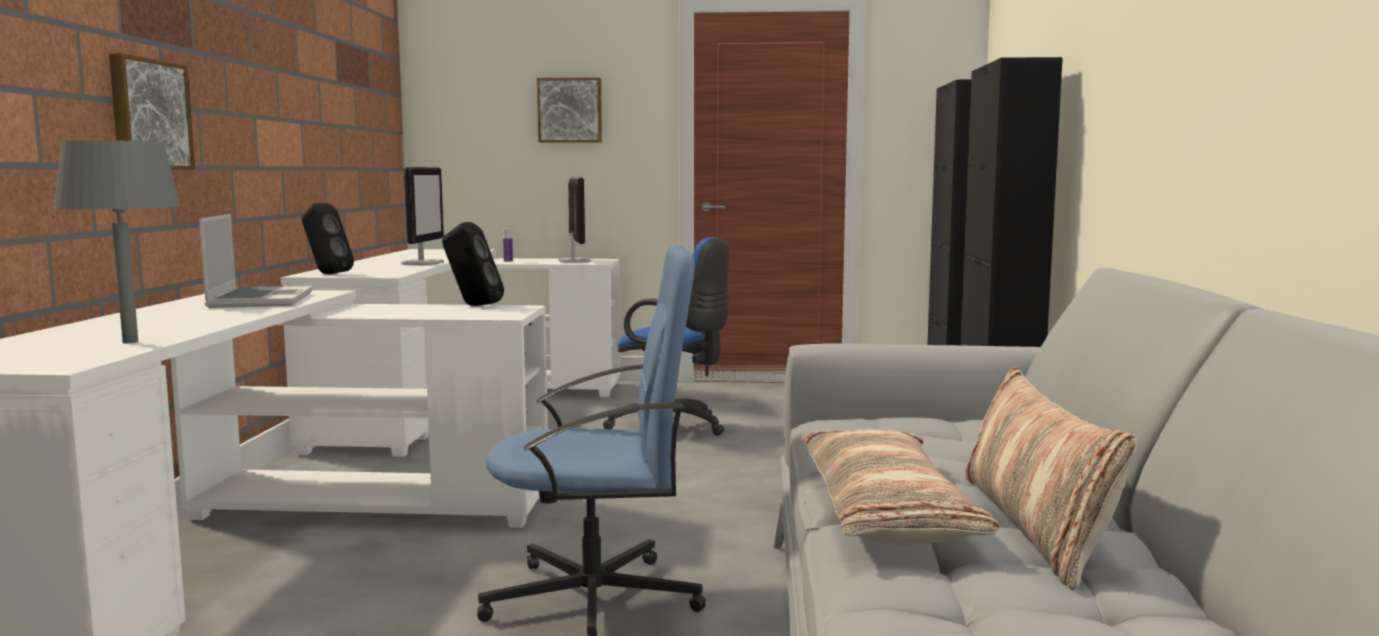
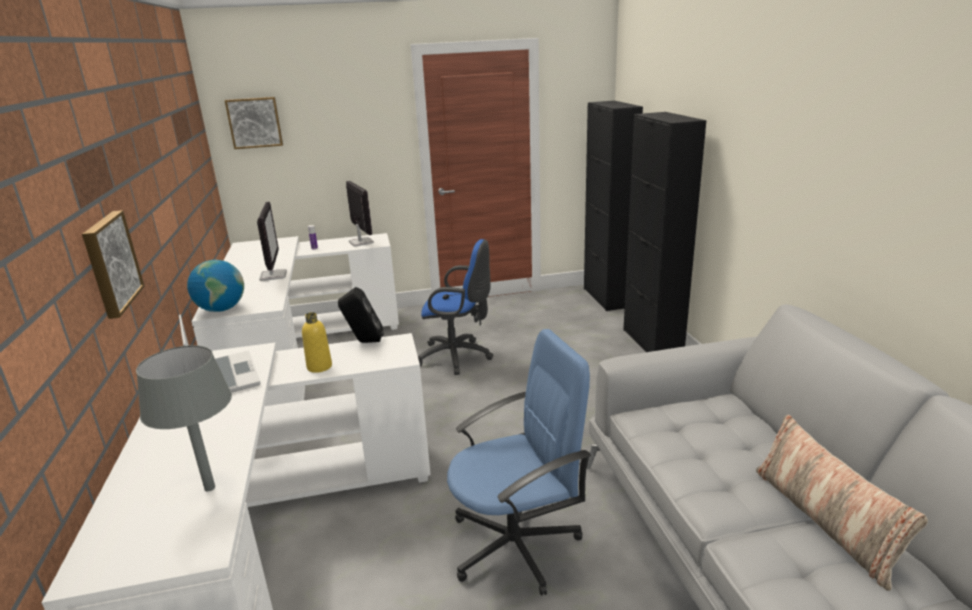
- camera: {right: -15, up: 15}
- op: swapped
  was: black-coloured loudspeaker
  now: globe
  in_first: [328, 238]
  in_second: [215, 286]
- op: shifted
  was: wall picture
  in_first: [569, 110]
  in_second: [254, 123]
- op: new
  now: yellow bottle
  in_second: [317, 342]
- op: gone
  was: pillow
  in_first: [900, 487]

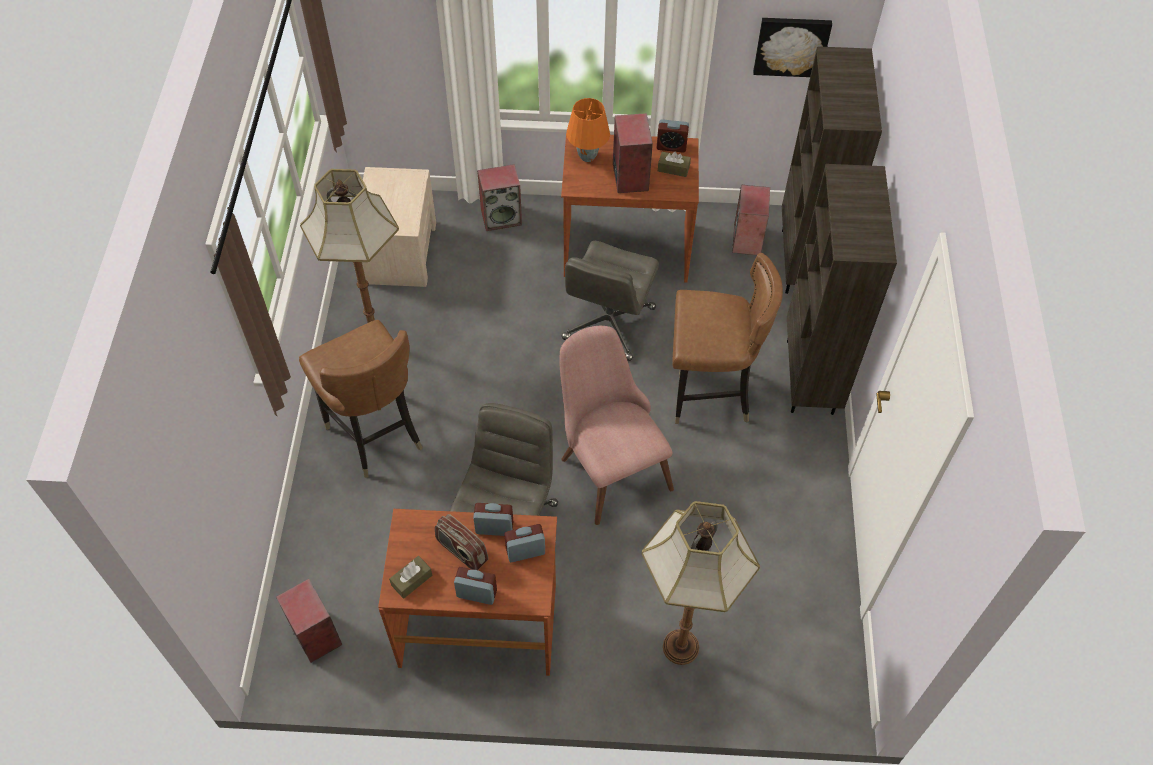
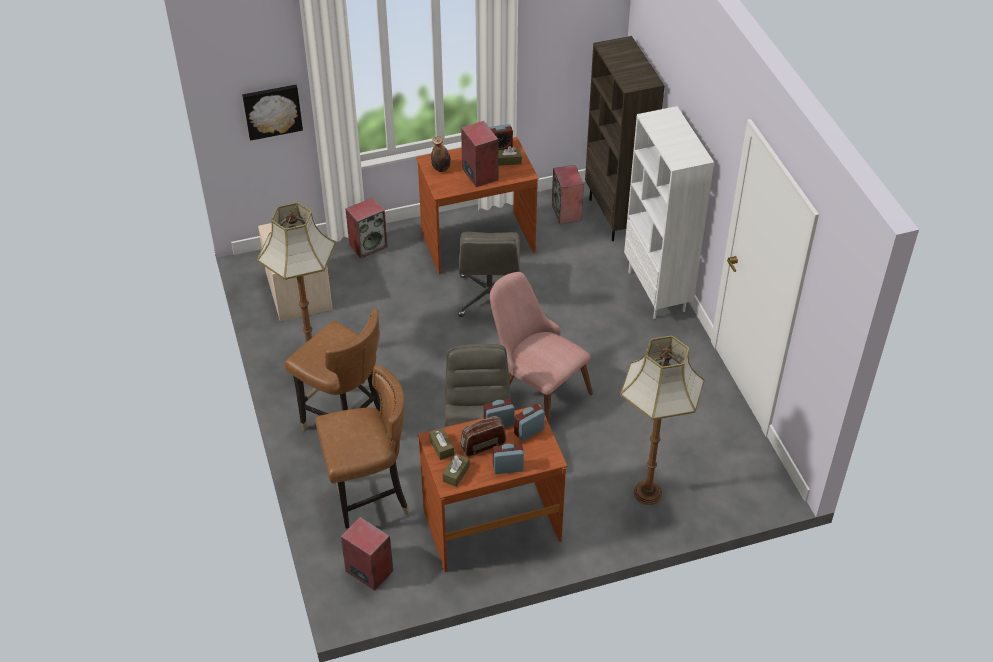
- camera: {right: -20, up: -10}
- op: shifted
  was: wall picture
  in_first: [792, 47]
  in_second: [272, 113]
- op: shifted
  was: brown-coloured upright chair
  in_first: [727, 338]
  in_second: [362, 447]
- op: new
  now: brown-coloured box of tissues
  in_second: [441, 444]
- op: swapped
  was: orange-coloured tabletop lamp
  now: bottle
  in_first: [588, 130]
  in_second: [441, 154]
- op: rotated
  was: radio
  in_first: [462, 542]
  in_second: [483, 436]
  clockwise: 135
- op: repainted
  was: brown-coloured shelving unit
  now: white shelving unit
  in_first: [842, 289]
  in_second: [669, 212]

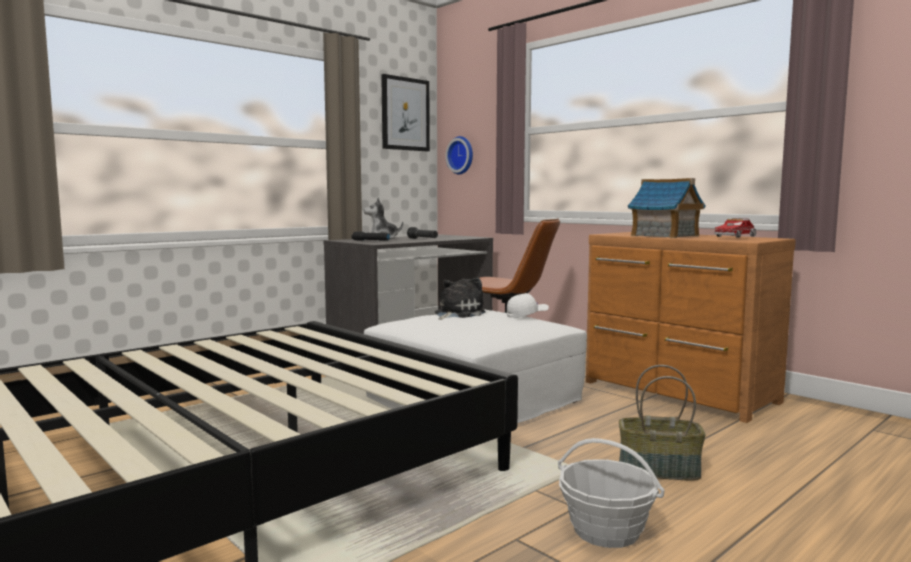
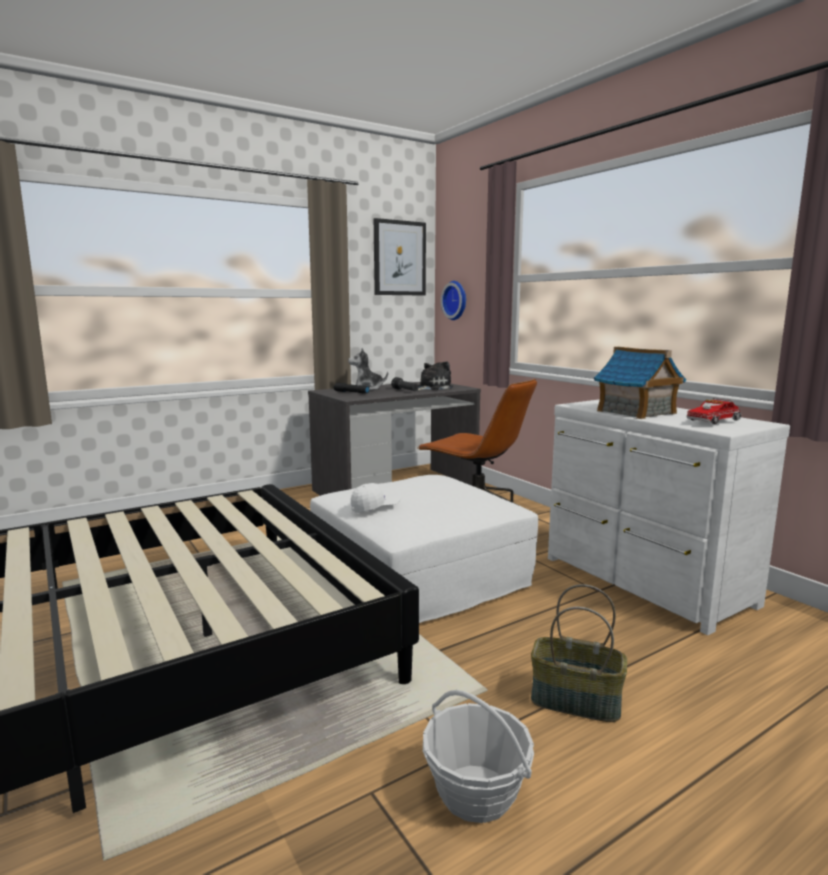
- camera: {right: 10, up: 5}
- op: shifted
  was: white peaked cap
  in_first: [528, 305]
  in_second: [376, 498]
- op: shifted
  was: soft toy
  in_first: [460, 299]
  in_second: [435, 376]
- op: repainted
  was: brown-coloured drawer chest
  now: white drawer chest
  in_first: [691, 327]
  in_second: [669, 517]

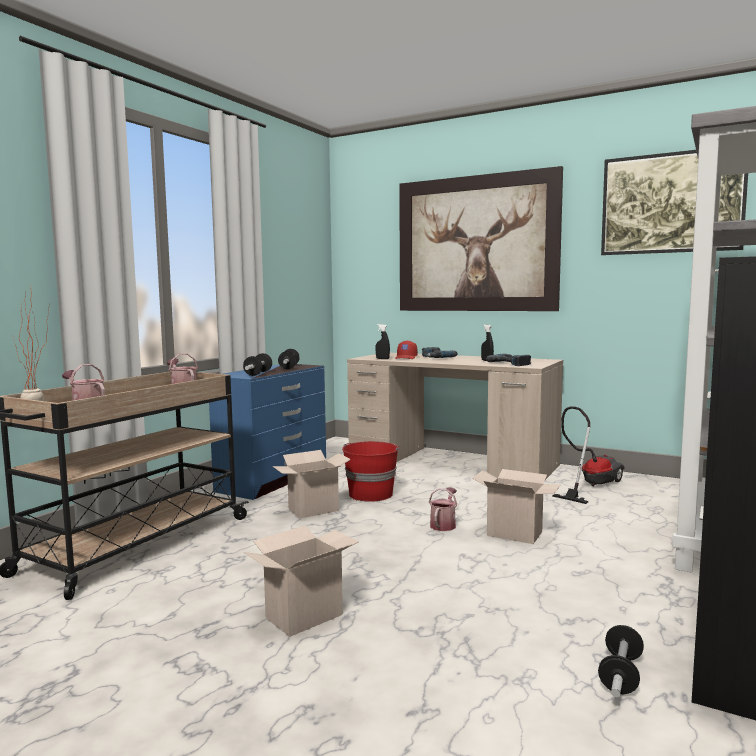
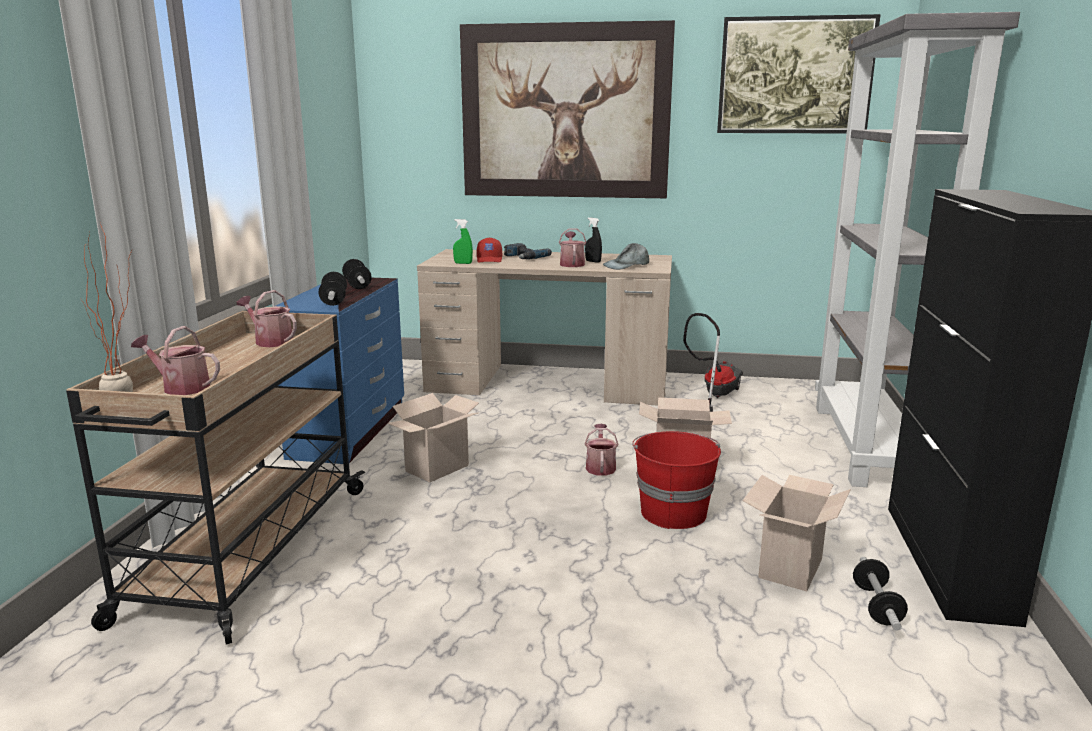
- camera: {right: -20, up: 10}
- op: repainted
  was: black-coloured spray bottle
  now: green-coloured spray bottle
  in_first: [382, 341]
  in_second: [463, 241]
- op: new
  now: watering can
  in_second: [572, 247]
- op: swapped
  was: electric drill
  now: gray peaked cap
  in_first: [508, 360]
  in_second: [626, 256]
- op: shifted
  was: red-coloured pail
  in_first: [371, 471]
  in_second: [676, 480]
- op: shifted
  was: carton
  in_first: [301, 581]
  in_second: [797, 533]

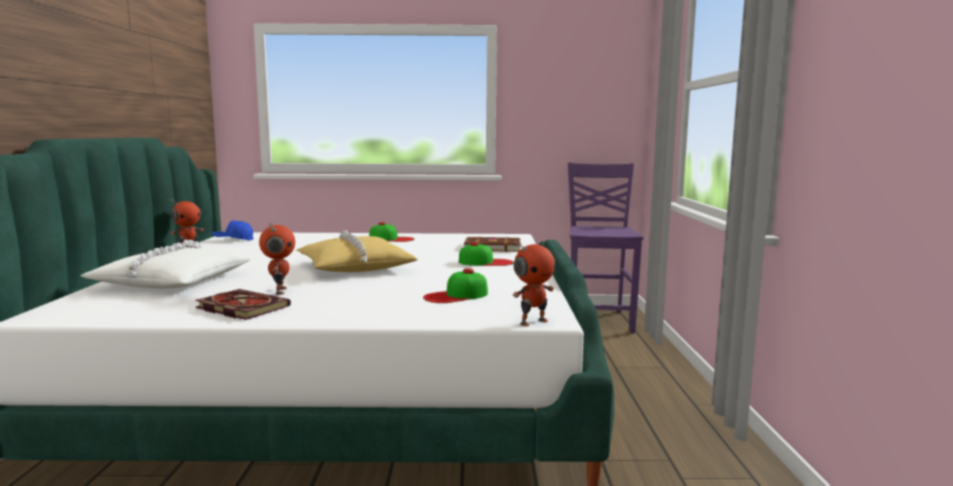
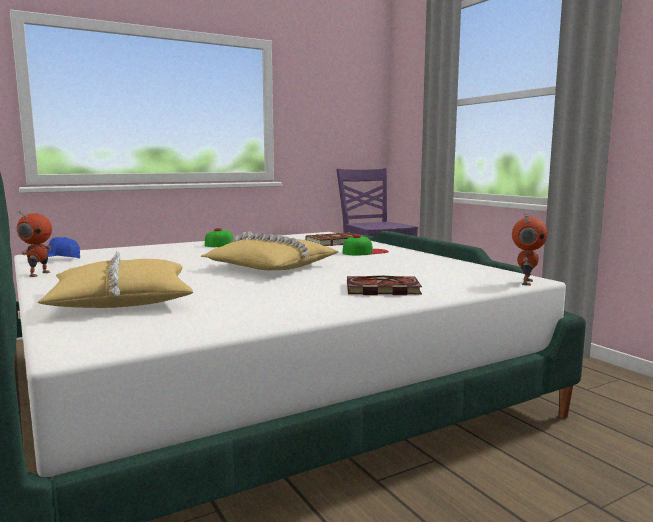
- camera: {right: -30, up: 0}
- op: repainted
  was: white pillow
  now: yellow pillow
  in_first: [166, 264]
  in_second: [115, 279]
- op: shifted
  was: volume
  in_first: [243, 304]
  in_second: [384, 285]
- op: gone
  was: robot figure
  in_first: [277, 259]
- op: gone
  was: peaked cap
  in_first: [455, 285]

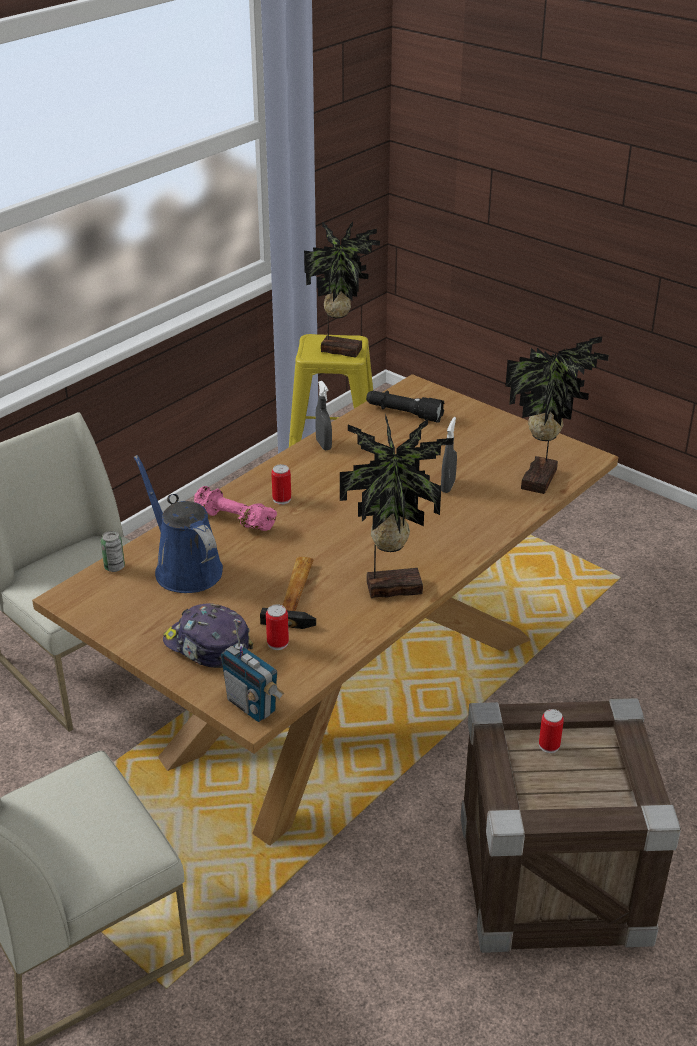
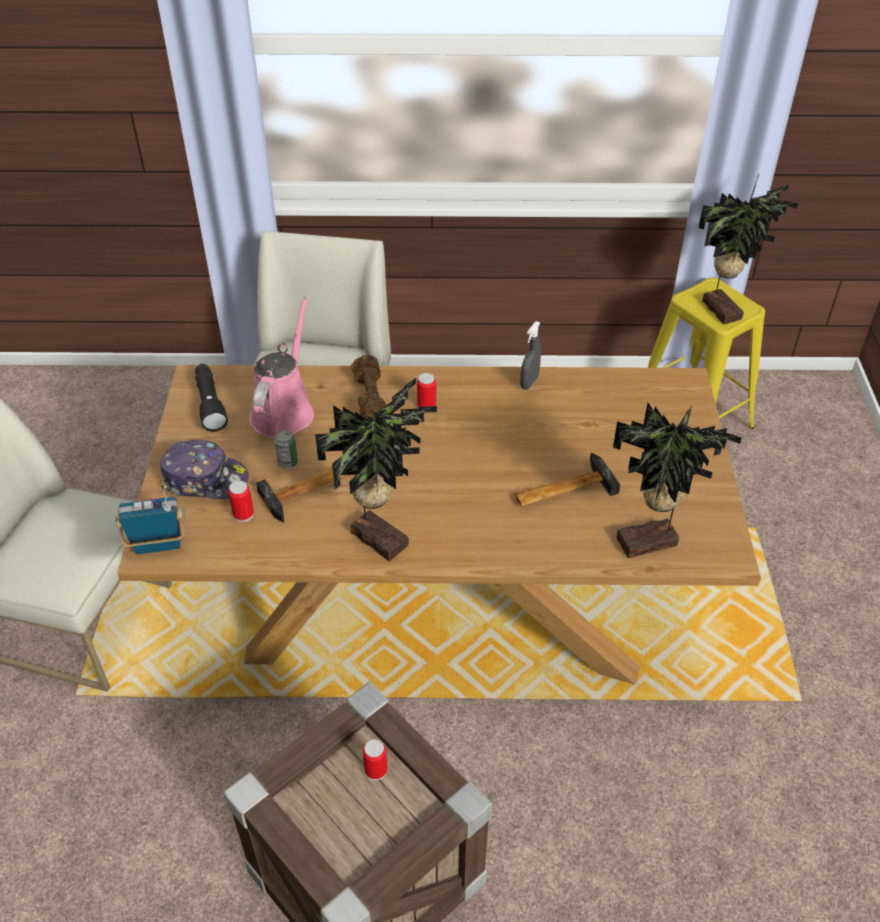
- camera: {right: 50, up: 10}
- op: rotated
  was: radio
  in_first: [252, 670]
  in_second: [150, 520]
  clockwise: 75
- op: rotated
  was: peaked cap
  in_first: [208, 635]
  in_second: [204, 469]
  clockwise: 105
- op: shifted
  was: black-coloured hand torch
  in_first: [405, 406]
  in_second: [211, 398]
- op: repainted
  was: blue-coloured watering can
  now: pink-coloured watering can
  in_first: [178, 524]
  in_second: [281, 367]
- op: shifted
  was: metal can
  in_first: [113, 551]
  in_second: [286, 449]
- op: repainted
  was: pink-coloured dumbbell
  now: brown-coloured dumbbell
  in_first: [235, 508]
  in_second: [368, 387]
- op: swapped
  was: gray spray bottle
  now: tool hammer
  in_first: [449, 455]
  in_second: [567, 479]

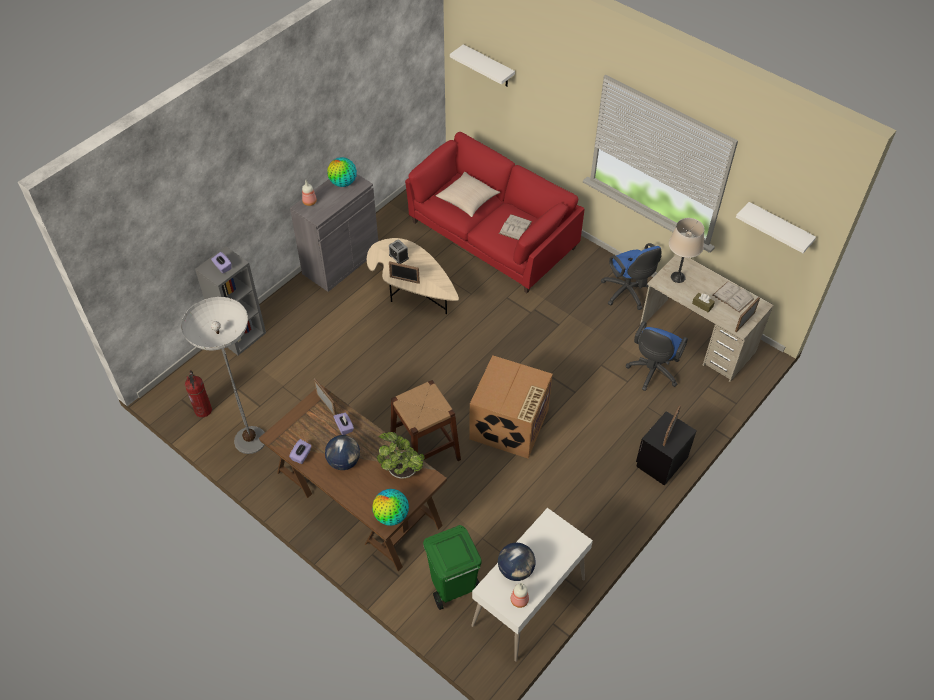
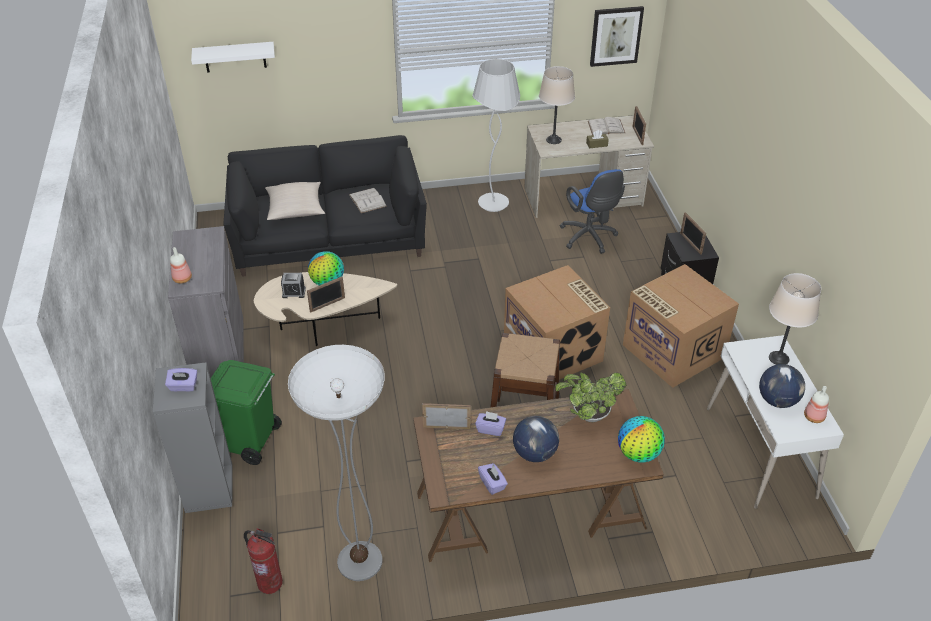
- camera: {right: -50, up: -10}
- op: shifted
  was: green-coloured waste bin
  in_first: [452, 567]
  in_second: [246, 412]
- op: repainted
  was: red-coloured settee
  now: black-coloured settee
  in_first: [495, 212]
  in_second: [325, 206]
- op: shifted
  was: globe
  in_first: [342, 172]
  in_second: [326, 268]
- op: swapped
  was: blue-coloured desk chair
  now: white standard lamp
  in_first: [631, 276]
  in_second: [496, 135]
- op: swapped
  was: white wall shelf
  now: wall picture
  in_first: [776, 227]
  in_second: [617, 36]
- op: new
  now: carton
  in_second: [681, 326]
- op: new
  now: sand-coloured tabletop lamp
  in_second: [795, 319]

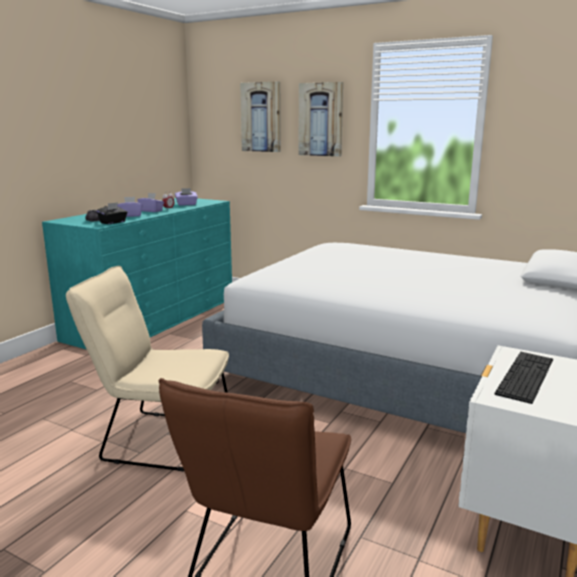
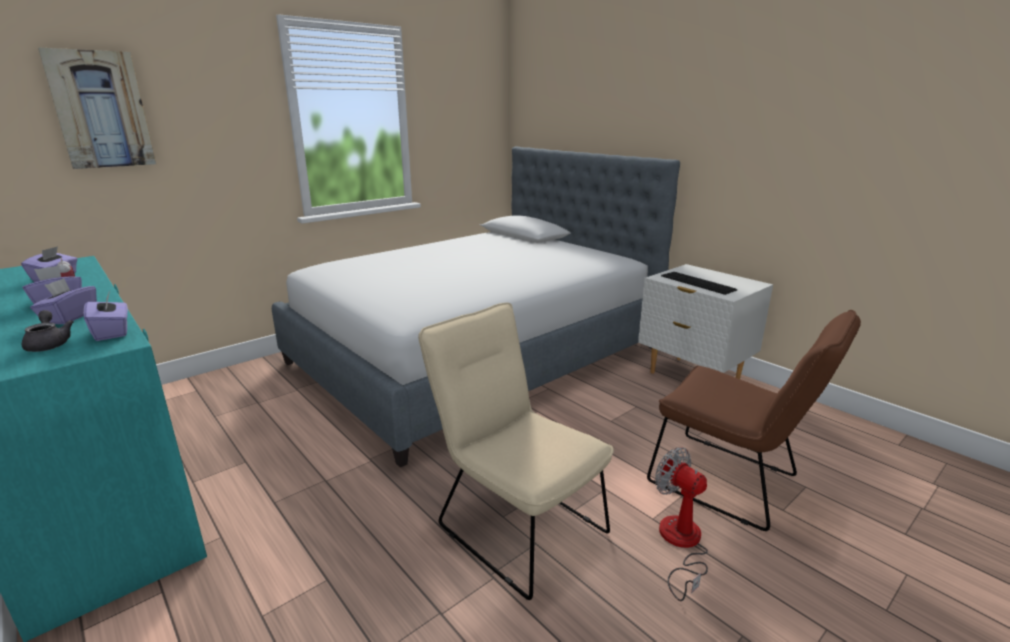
- camera: {right: -70, up: 5}
- op: repainted
  was: black-coloured box of tissues
  now: purple box of tissues
  in_first: [112, 213]
  in_second: [106, 316]
- op: rotated
  was: sand-coloured upright chair
  in_first: [147, 368]
  in_second: [516, 451]
  clockwise: 105
- op: new
  now: electric fan
  in_second: [681, 524]
- op: gone
  was: wall picture
  in_first: [320, 119]

